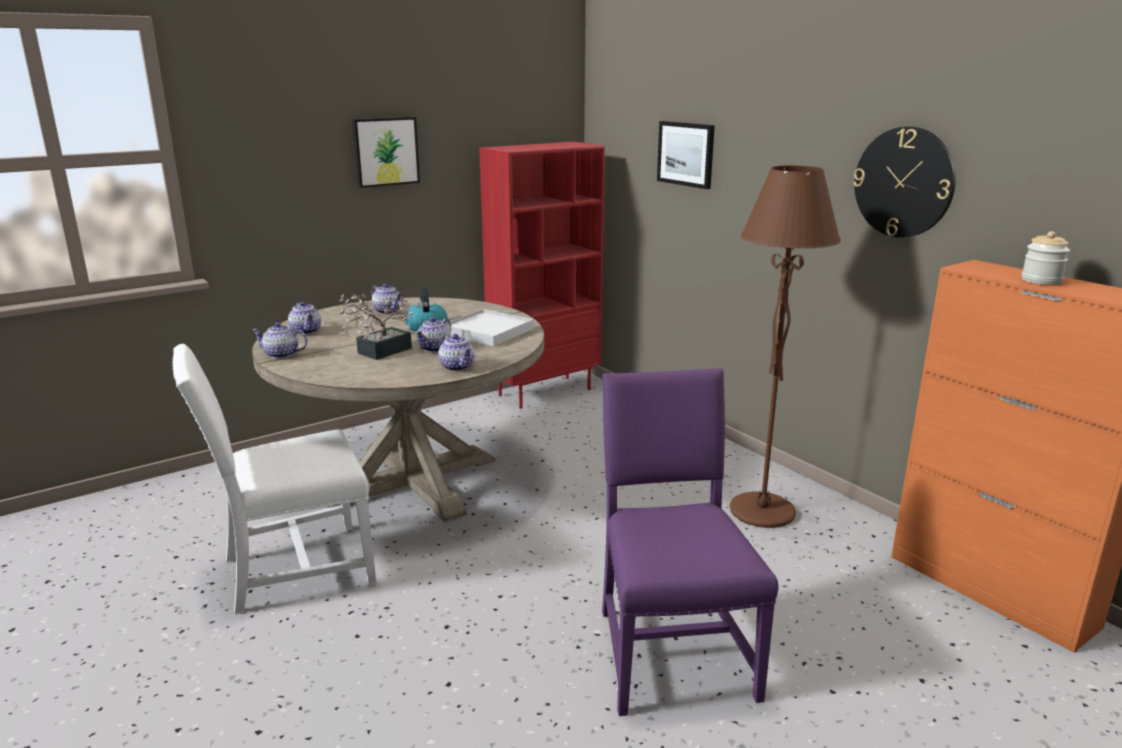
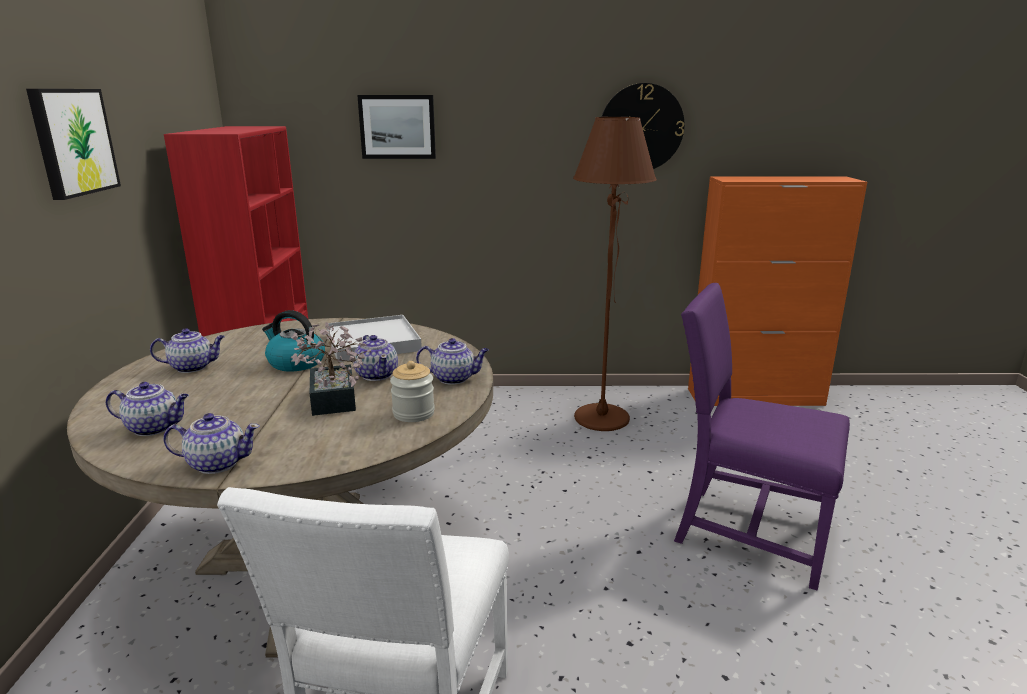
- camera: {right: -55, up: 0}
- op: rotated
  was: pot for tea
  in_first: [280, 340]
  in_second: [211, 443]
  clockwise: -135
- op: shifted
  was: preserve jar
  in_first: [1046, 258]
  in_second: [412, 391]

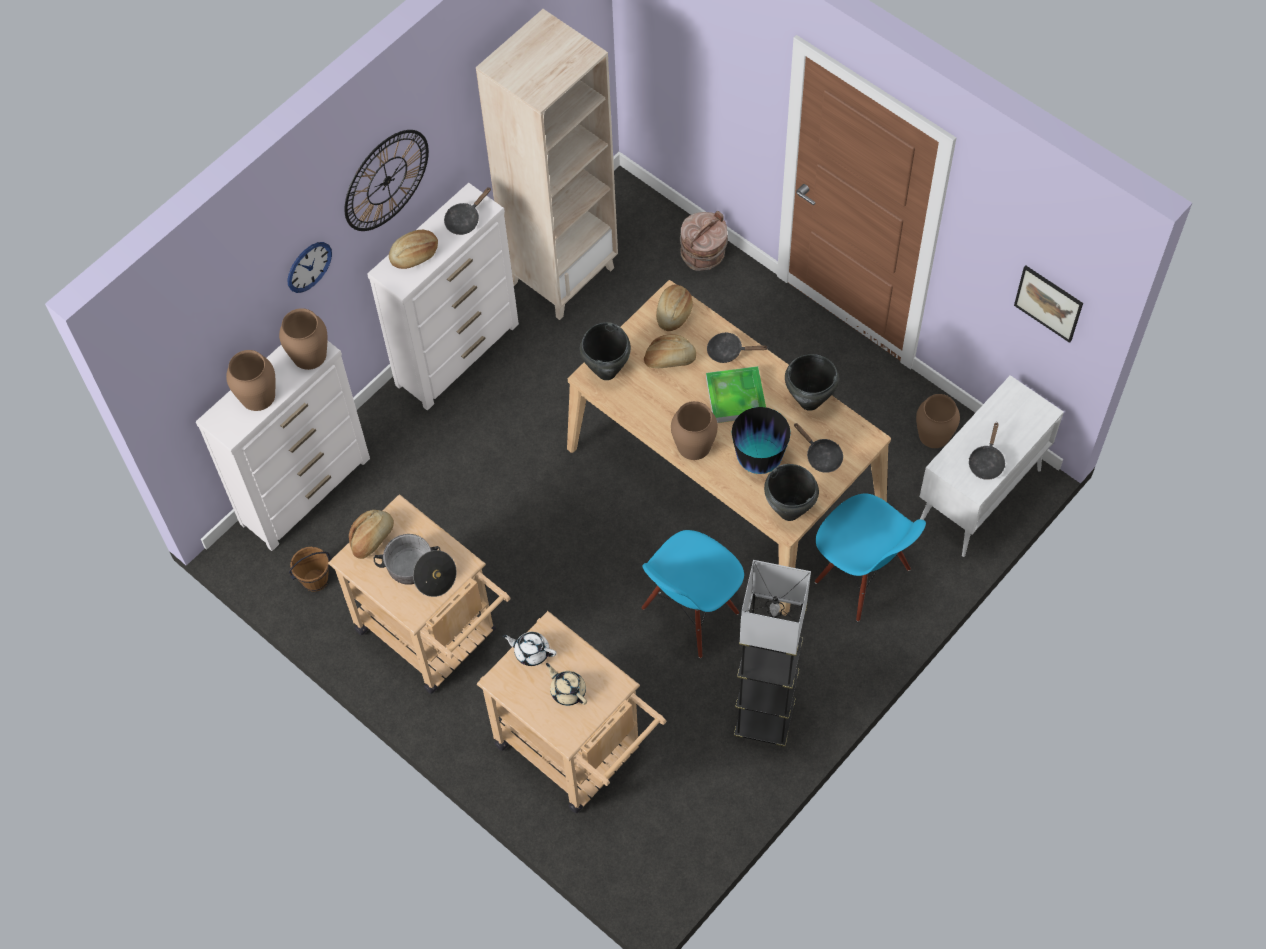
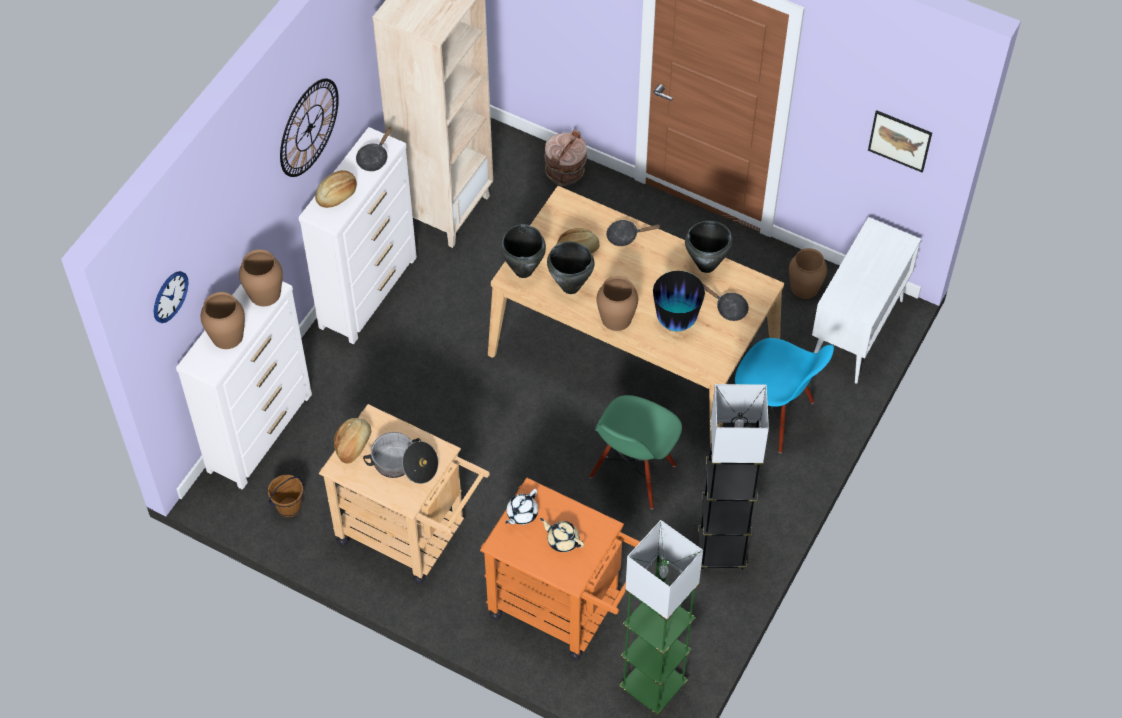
- camera: {right: -15, up: -5}
- op: shifted
  was: clock on the wall
  in_first: [309, 267]
  in_second: [171, 297]
- op: repainted
  was: sand-coloured wheeled cart
  now: orange-coloured wheeled cart
  in_first: [571, 712]
  in_second: [560, 568]
- op: rotated
  was: white pot for tea
  in_first: [529, 649]
  in_second: [522, 507]
  clockwise: -60
- op: shifted
  was: black-coloured stockpot
  in_first: [791, 492]
  in_second: [571, 268]
- op: repainted
  was: blue-coloured upright chair
  now: green-coloured upright chair
  in_first: [692, 594]
  in_second: [635, 452]
- op: new
  now: green-coloured standard lamp
  in_second: [661, 617]
- op: gone
  was: bread
  in_first: [674, 308]
- op: gone
  was: tray
  in_first: [736, 394]
- op: gone
  was: black-coloured frying pan
  in_first: [987, 451]

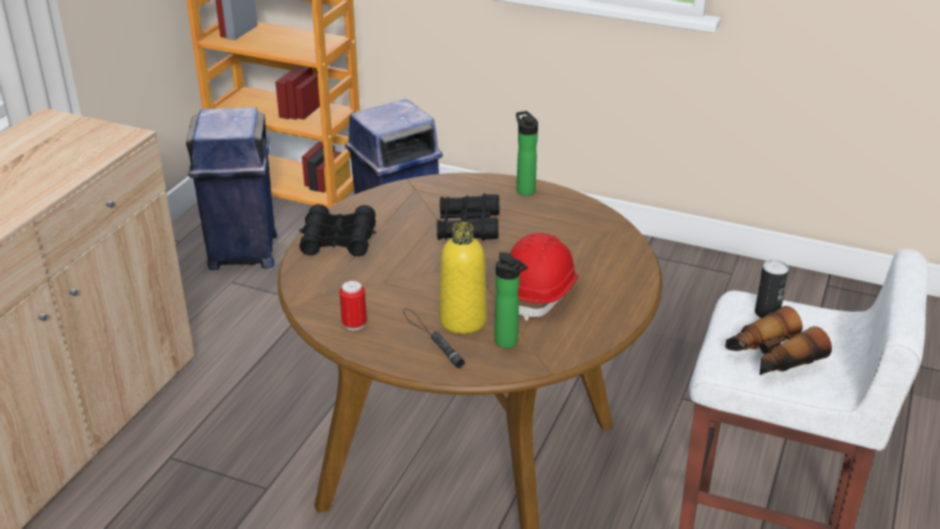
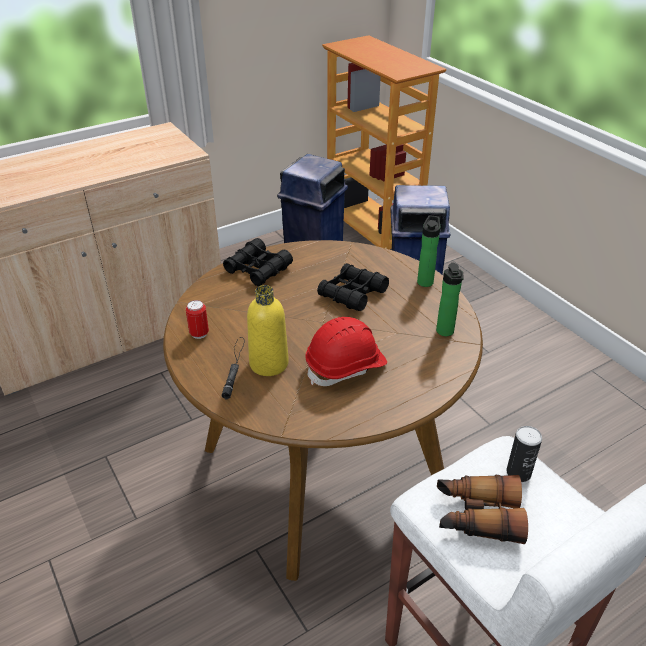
- camera: {right: 35, up: 5}
- op: shifted
  was: bottle
  in_first: [511, 300]
  in_second: [450, 299]

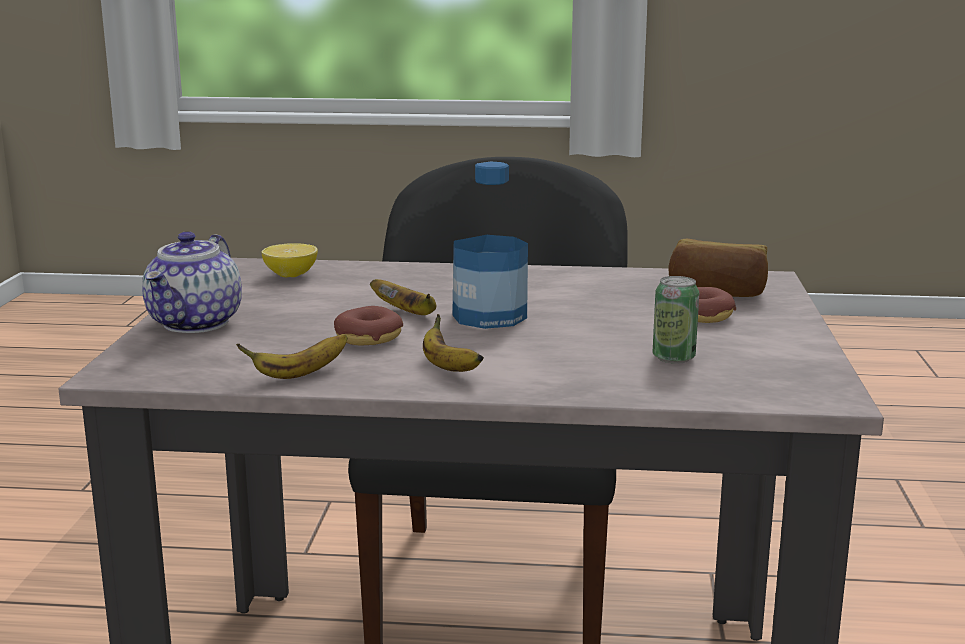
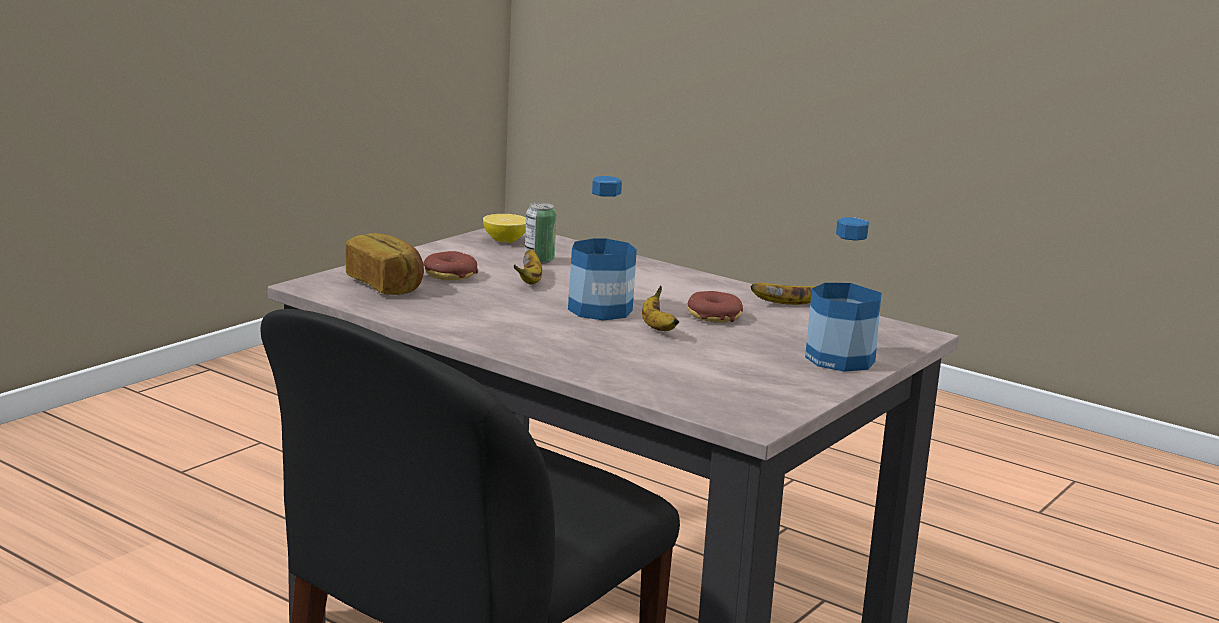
- camera: {right: -150, up: 0}
- op: shifted
  was: citrus fruit
  in_first: [290, 260]
  in_second: [504, 228]
- op: shifted
  was: whole banana
  in_first: [453, 343]
  in_second: [527, 267]
- op: swapped
  was: pot for tea
  now: bottle
  in_first: [192, 282]
  in_second: [843, 294]

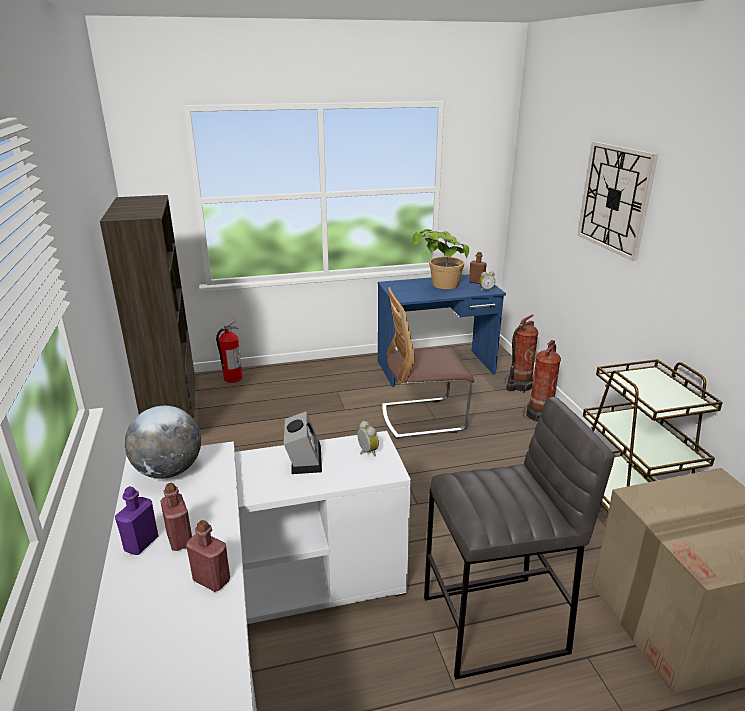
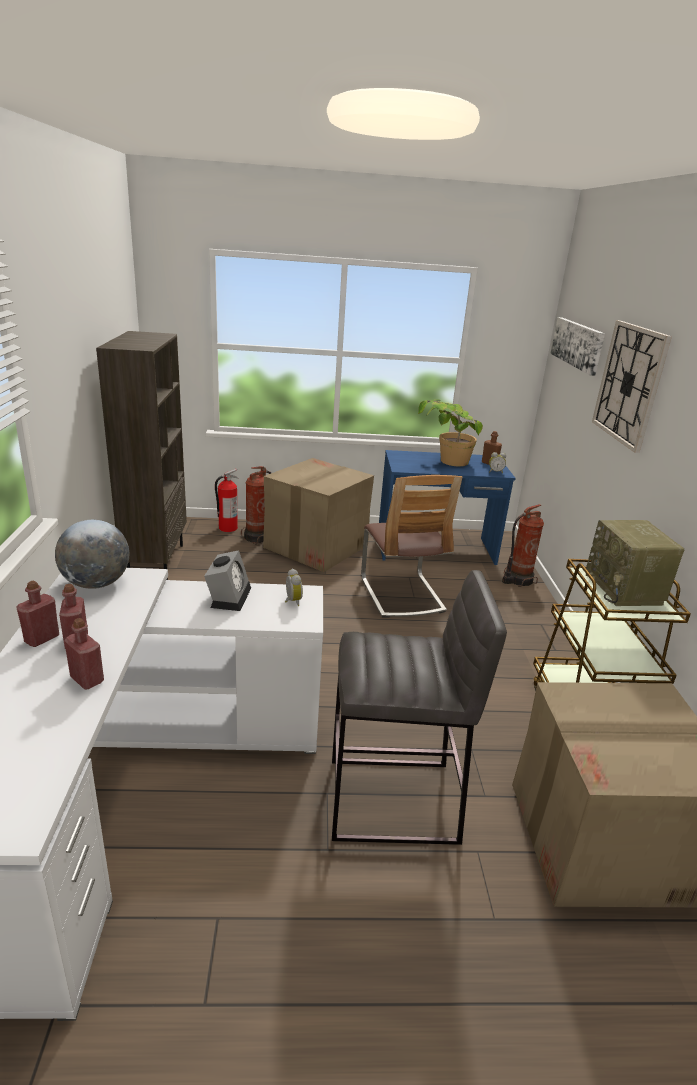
- camera: {right: 10, up: 0}
- op: repainted
  was: purple bottle
  now: red-coloured bottle
  in_first: [137, 520]
  in_second: [37, 614]
- op: shifted
  was: extinguisher
  in_first: [542, 381]
  in_second: [256, 505]
- op: new
  now: carton
  in_second: [318, 515]
- op: rotated
  was: upright chair
  in_first: [428, 363]
  in_second: [411, 546]
  clockwise: -105
- op: new
  now: wall picture
  in_second: [577, 346]
- op: new
  now: radio
  in_second: [635, 563]

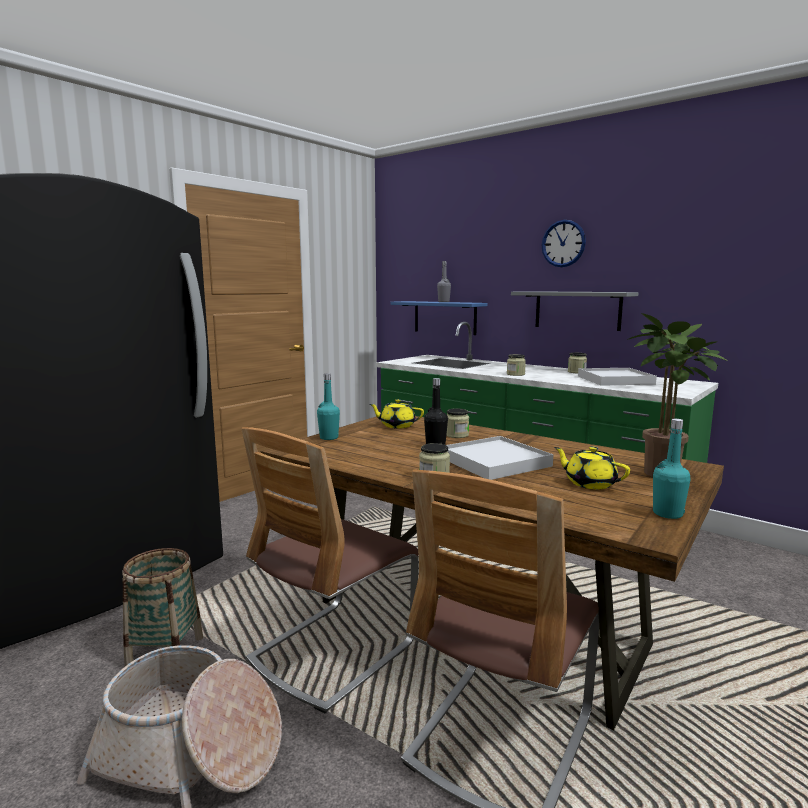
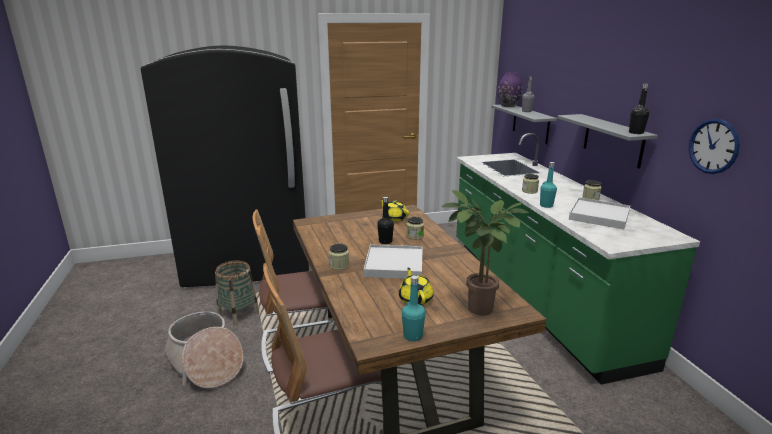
- camera: {right: 35, up: 10}
- op: repainted
  was: blue-coloured wall shelf
  now: gray wall shelf
  in_first: [438, 318]
  in_second: [524, 124]
- op: new
  now: purple flower vase
  in_second: [510, 89]
- op: shifted
  was: turquoise-coloured bottle
  in_first: [328, 407]
  in_second: [548, 185]
- op: new
  now: black-coloured bottle
  in_second: [639, 108]
- op: shifted
  was: clock on the wall
  in_first: [564, 243]
  in_second: [714, 146]

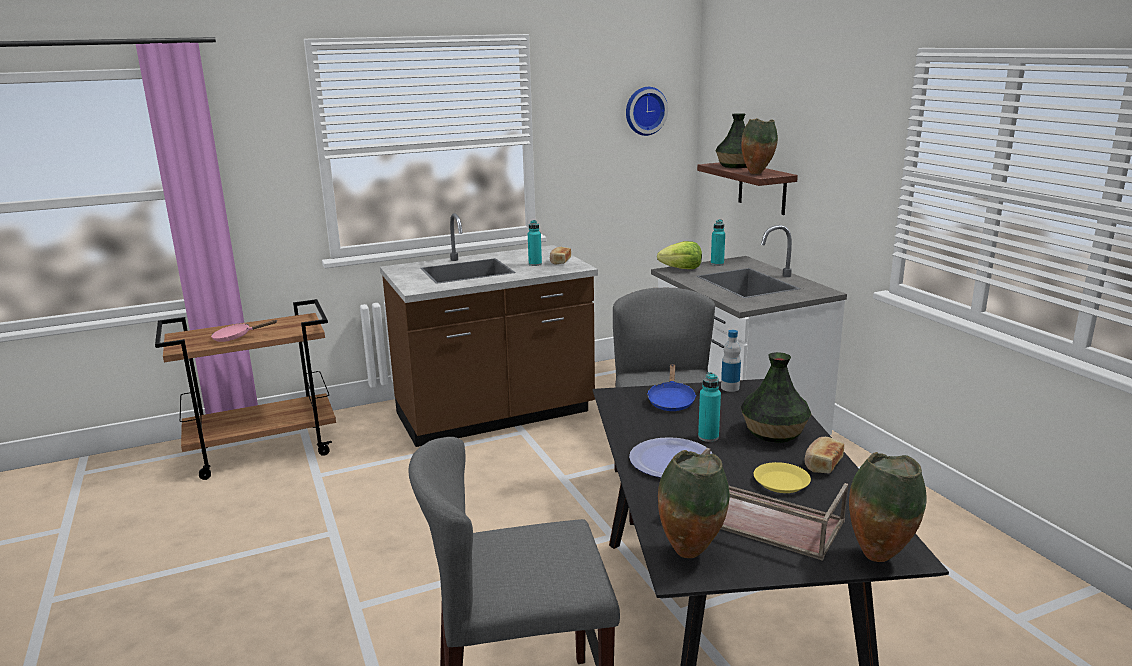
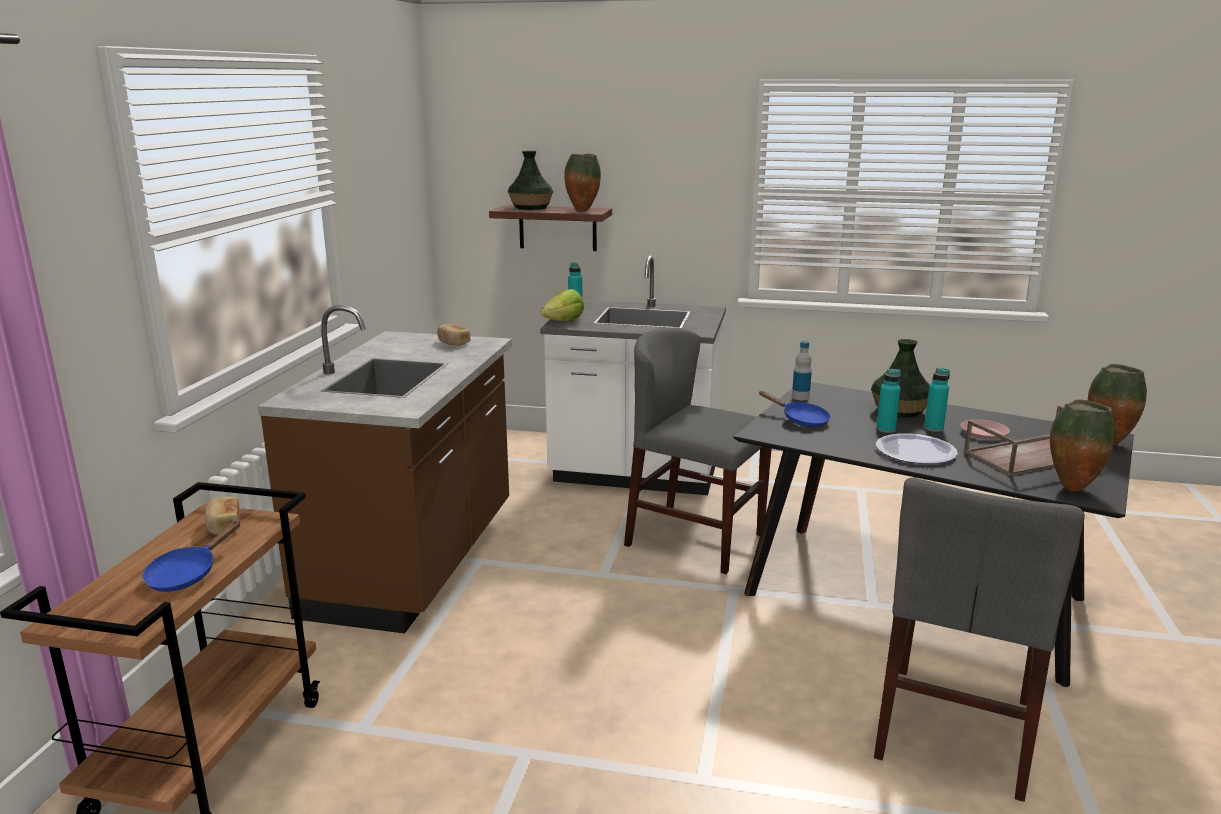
- camera: {right: -55, up: 0}
- op: repainted
  was: pink-coloured frying pan
  now: blue-coloured frying pan
  in_first: [244, 331]
  in_second: [191, 556]
- op: shifted
  was: bread
  in_first: [824, 455]
  in_second: [222, 516]
- op: shifted
  was: turquoise-coloured bottle
  in_first: [535, 243]
  in_second: [937, 400]
- op: repainted
  was: yellow plate
  now: pink-coloured plate
  in_first: [782, 477]
  in_second: [985, 429]
- op: gone
  was: clock on the wall
  in_first: [647, 111]

